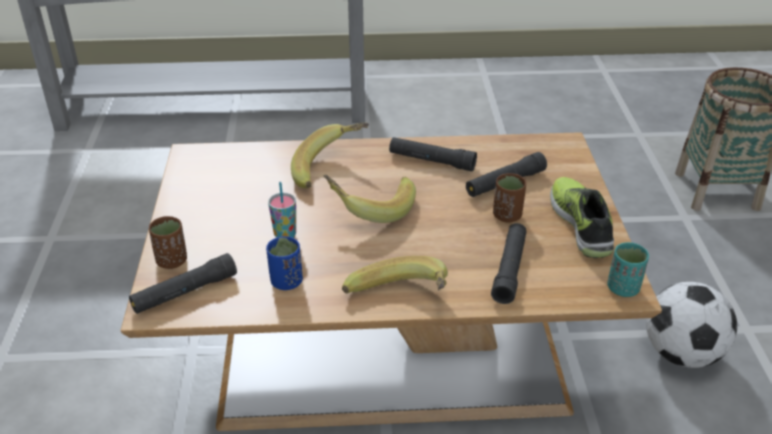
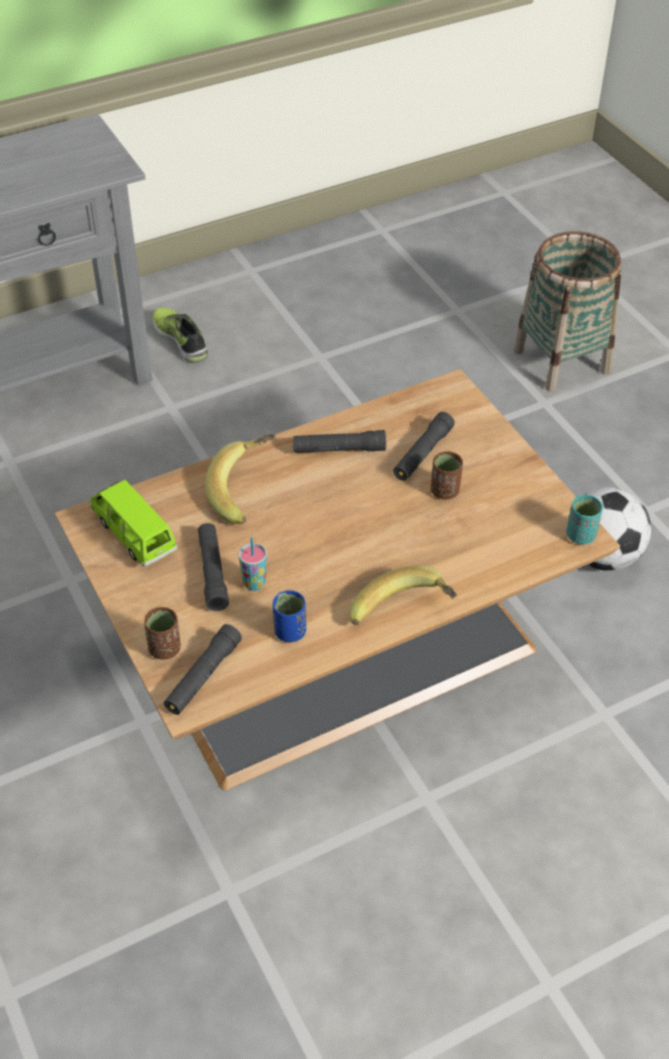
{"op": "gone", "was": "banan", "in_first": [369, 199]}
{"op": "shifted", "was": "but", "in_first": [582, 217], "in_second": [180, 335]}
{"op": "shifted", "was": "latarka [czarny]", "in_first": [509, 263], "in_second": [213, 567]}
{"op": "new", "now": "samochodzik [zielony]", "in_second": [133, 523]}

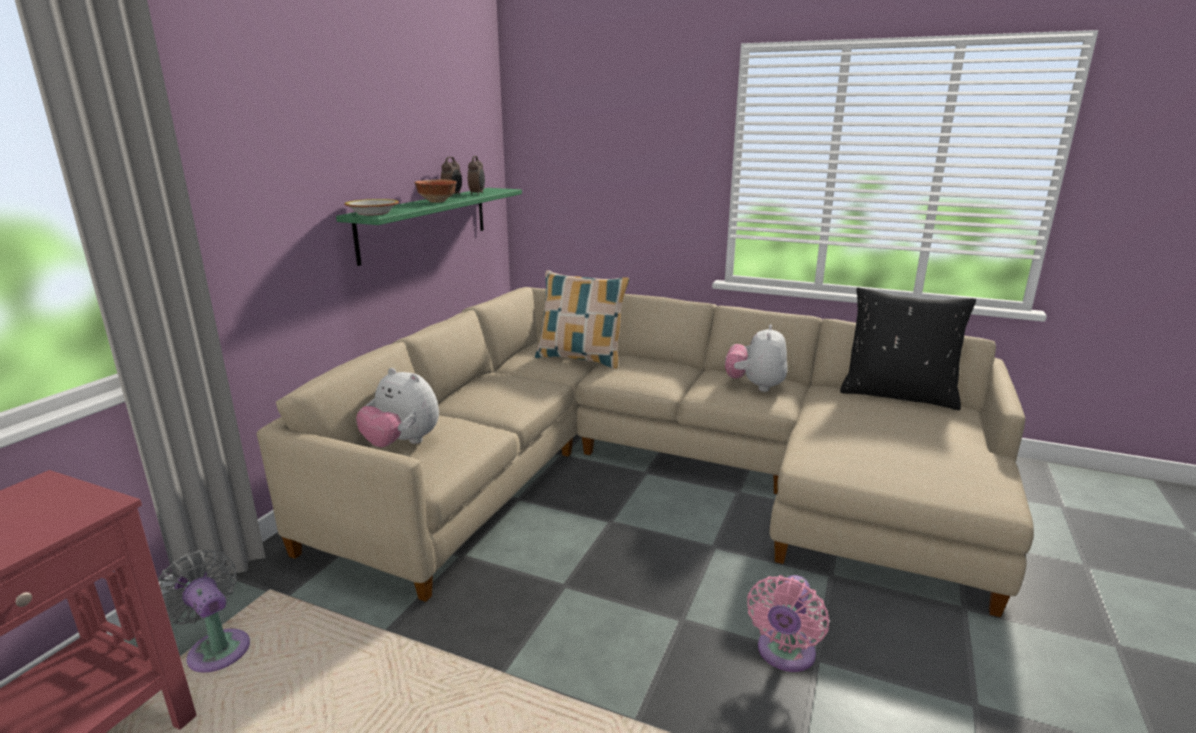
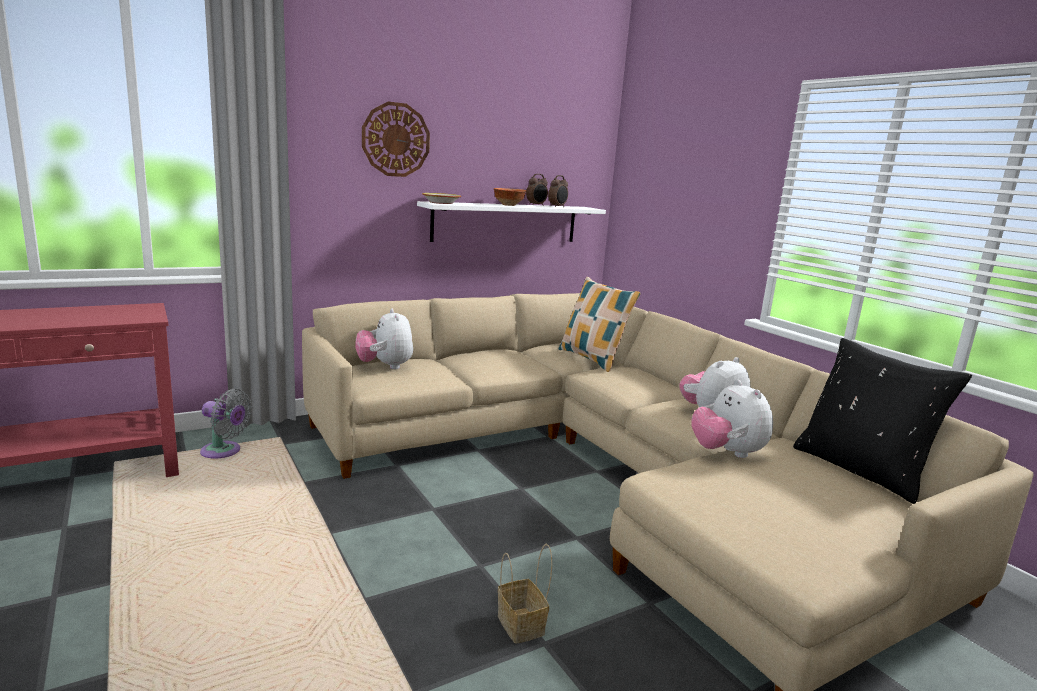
{"op": "repainted", "was": "półka [zielony]", "now": "półka [biały]", "in_first": [429, 227], "in_second": [511, 221]}
{"op": "rotated", "was": "wentylator [szary]", "in_first": [204, 611], "in_second": [226, 424], "clockwise": 120}
{"op": "swapped", "was": "wentylator [różowy]", "now": "koszyk", "in_first": [788, 623], "in_second": [525, 594]}
{"op": "new", "now": "zegar ścienny", "in_second": [396, 139]}
{"op": "new", "now": "pluszak", "in_second": [732, 419]}

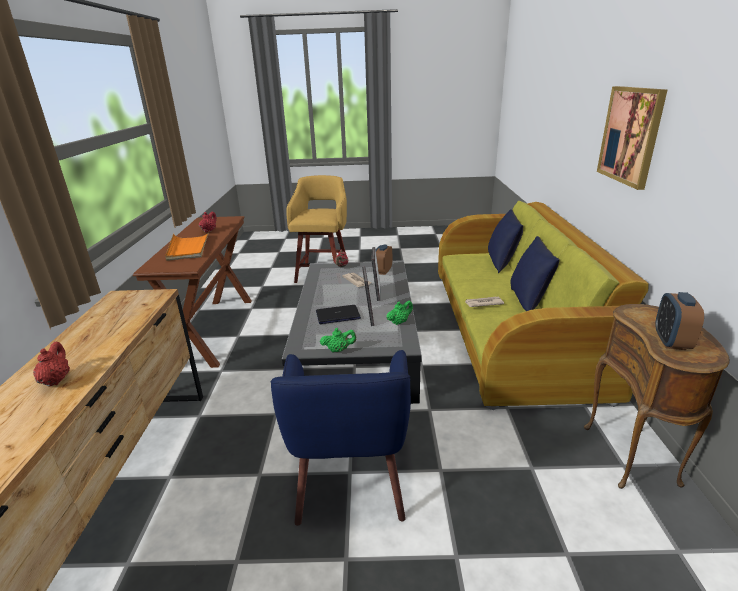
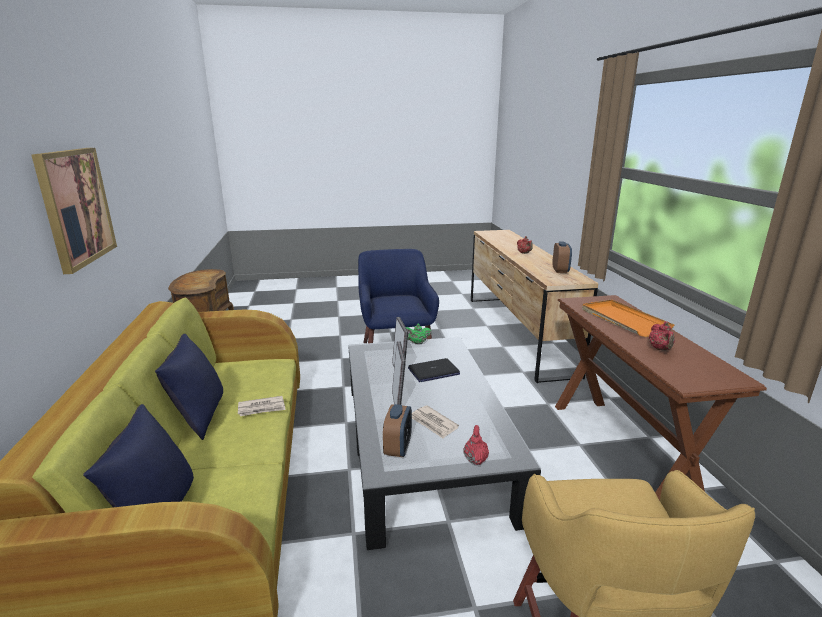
{"op": "shifted", "was": "budzik", "in_first": [679, 321], "in_second": [562, 257]}
{"op": "gone", "was": "imbryk [zielony]", "in_first": [399, 313]}

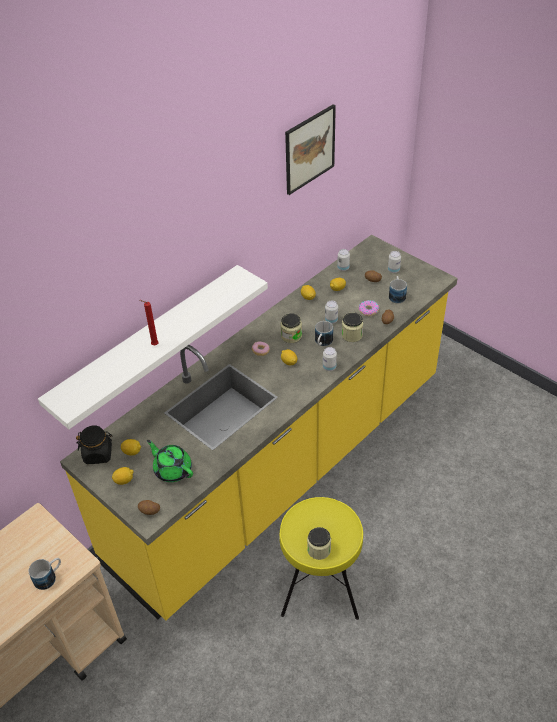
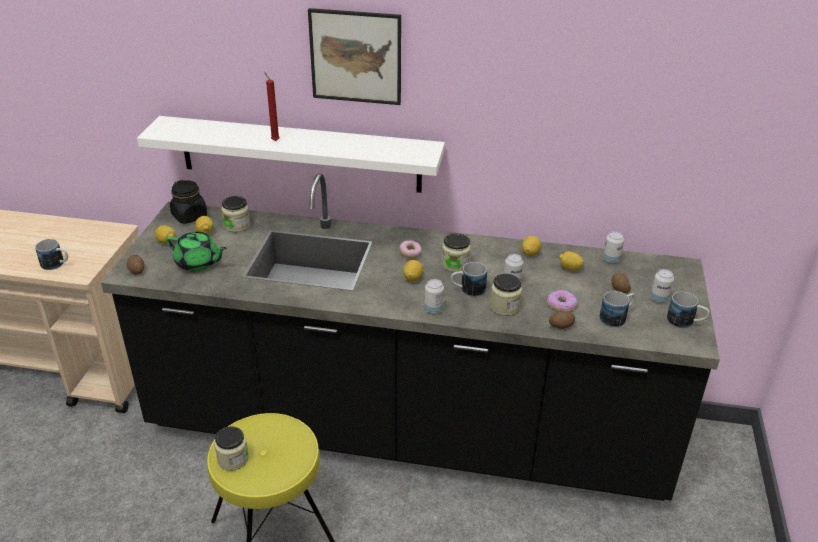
{"op": "shifted", "was": "obraz", "in_first": [310, 149], "in_second": [354, 56]}
{"op": "repainted", "was": "zabudowa kuchenna [żółty]", "now": "zabudowa kuchenna [czarny]", "in_first": [259, 428], "in_second": [410, 337]}
{"op": "rotated", "was": "imbryk [zielony]", "in_first": [170, 461], "in_second": [196, 252], "clockwise": 105}
{"op": "new", "now": "słoik", "in_second": [235, 214]}
{"op": "new", "now": "kubek", "in_second": [688, 310]}

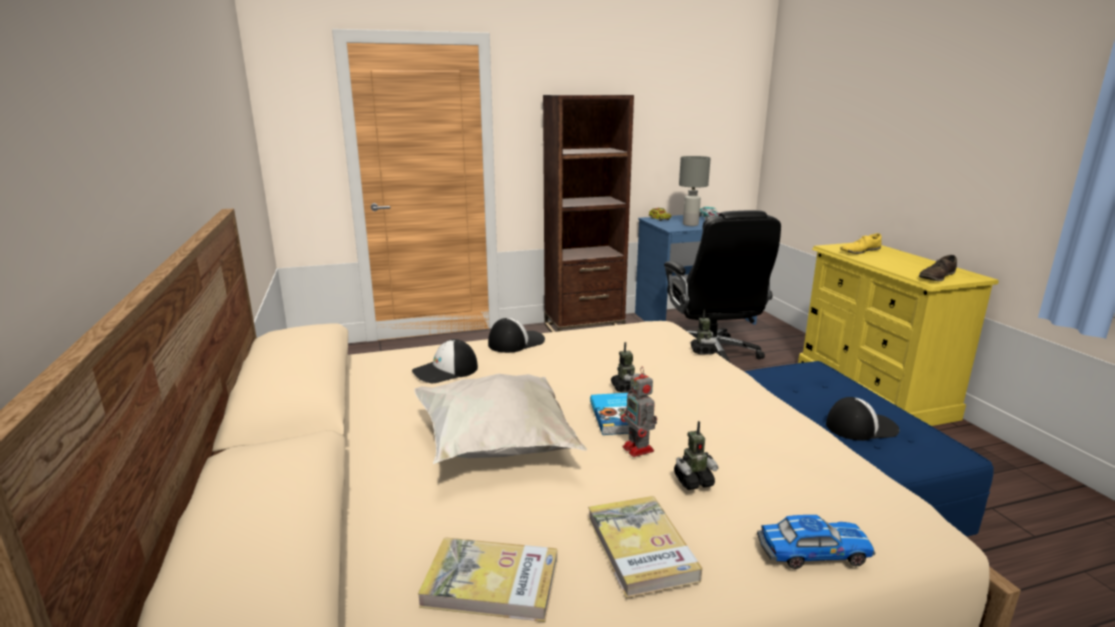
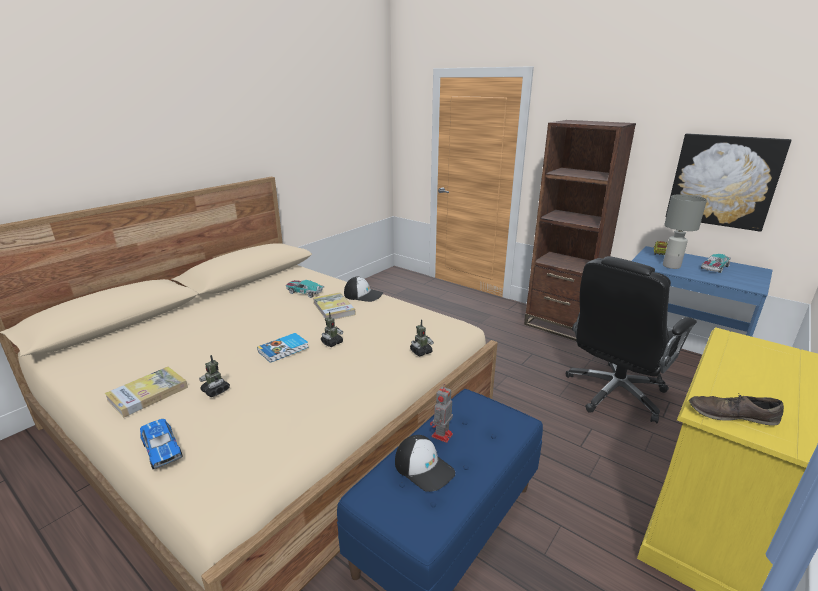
{"op": "gone", "was": "but [żółty]", "in_first": [861, 243]}
{"op": "swapped", "was": "czapka z daszkiem", "now": "samochodzik", "in_first": [445, 361], "in_second": [305, 289]}
{"op": "shifted", "was": "robot zabawkowy", "in_first": [639, 412], "in_second": [441, 414]}
{"op": "gone", "was": "poduszka [biały]", "in_first": [500, 419]}
{"op": "shifted", "was": "książka", "in_first": [487, 579], "in_second": [334, 306]}
{"op": "new", "now": "obraz", "in_second": [728, 182]}

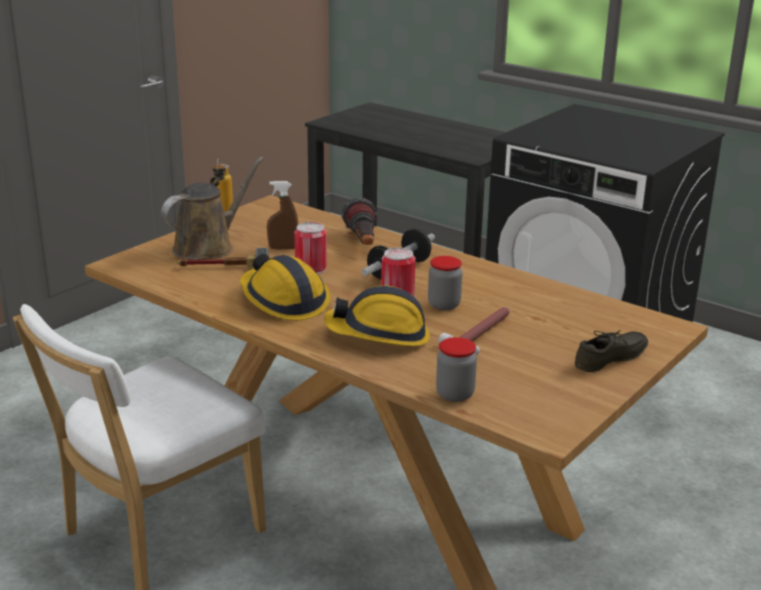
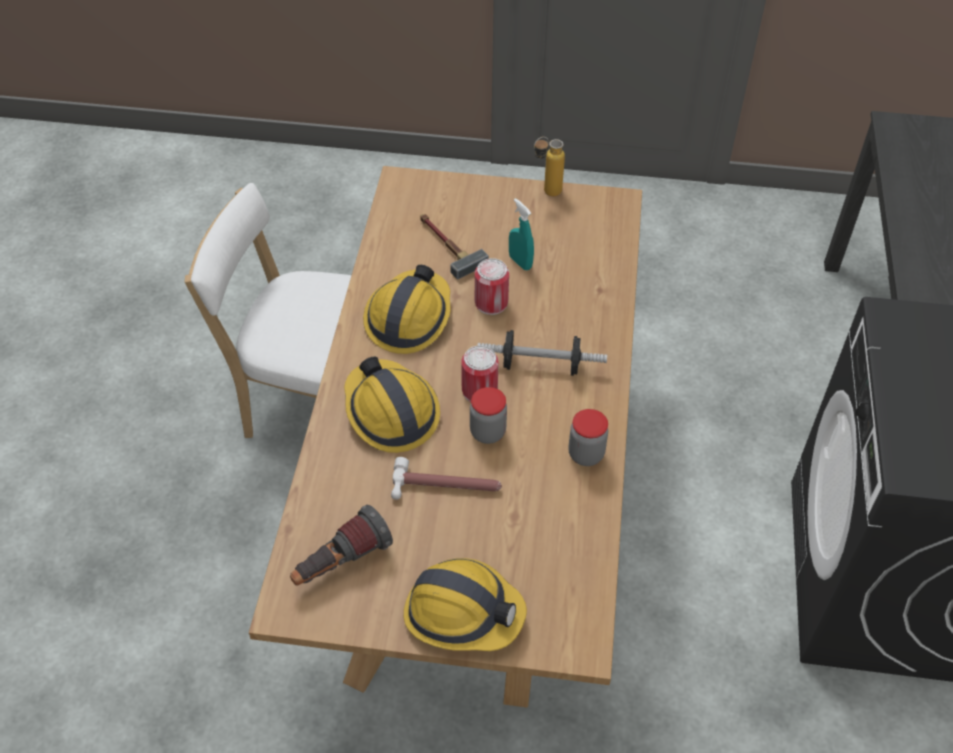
{"op": "gone", "was": "konewka [brązowy]", "in_first": [212, 208]}
{"op": "repainted", "was": "spryskiwacz [brązowy]", "now": "spryskiwacz [turkusowy]", "in_first": [282, 215], "in_second": [521, 234]}
{"op": "shifted", "was": "latarka", "in_first": [359, 221], "in_second": [341, 545]}
{"op": "swapped", "was": "but [szary]", "now": "kask", "in_first": [611, 351], "in_second": [465, 604]}
{"op": "shifted", "was": "słoik", "in_first": [456, 369], "in_second": [588, 437]}

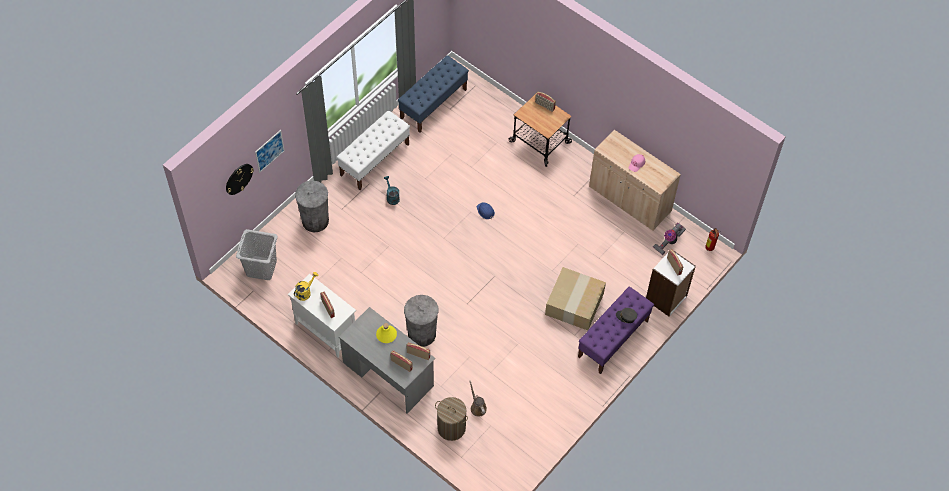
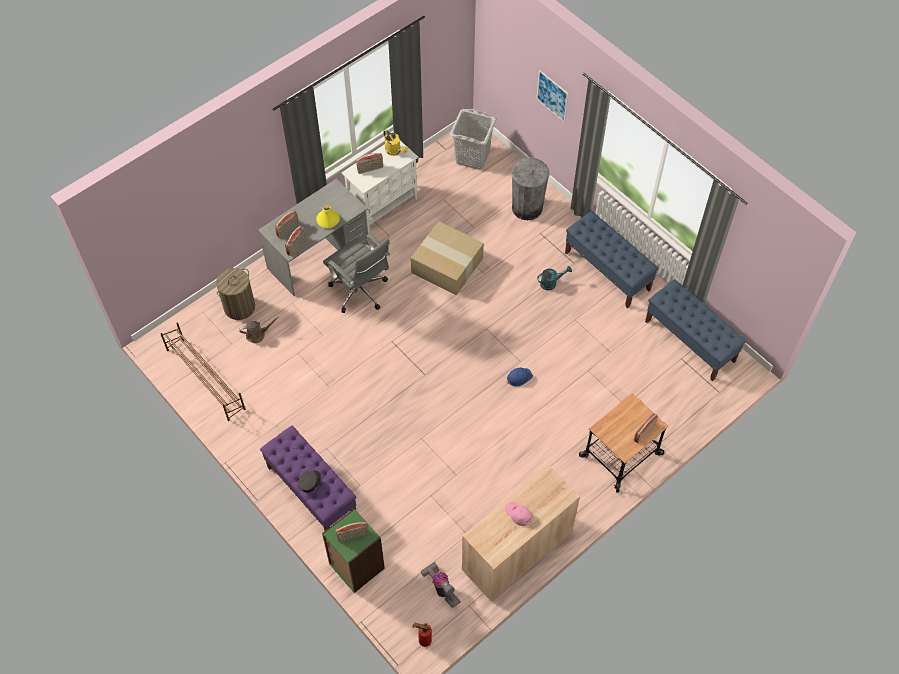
{"op": "repainted", "was": "ławka [biały]", "now": "ławka [niebieski]", "in_first": [373, 150], "in_second": [611, 260]}
{"op": "gone", "was": "zegar ścienny", "in_first": [240, 179]}
{"op": "repainted", "was": "regał [biały]", "now": "regał [zielony]", "in_first": [671, 283], "in_second": [353, 550]}
{"op": "shifted", "was": "karton", "in_first": [575, 298], "in_second": [447, 258]}
{"op": "swapped", "was": "kosz na śmieci [szary]", "now": "krzesło biurowe [szary]", "in_first": [421, 321], "in_second": [357, 273]}
{"op": "new", "now": "regał na buty [brązowy]", "in_second": [203, 371]}

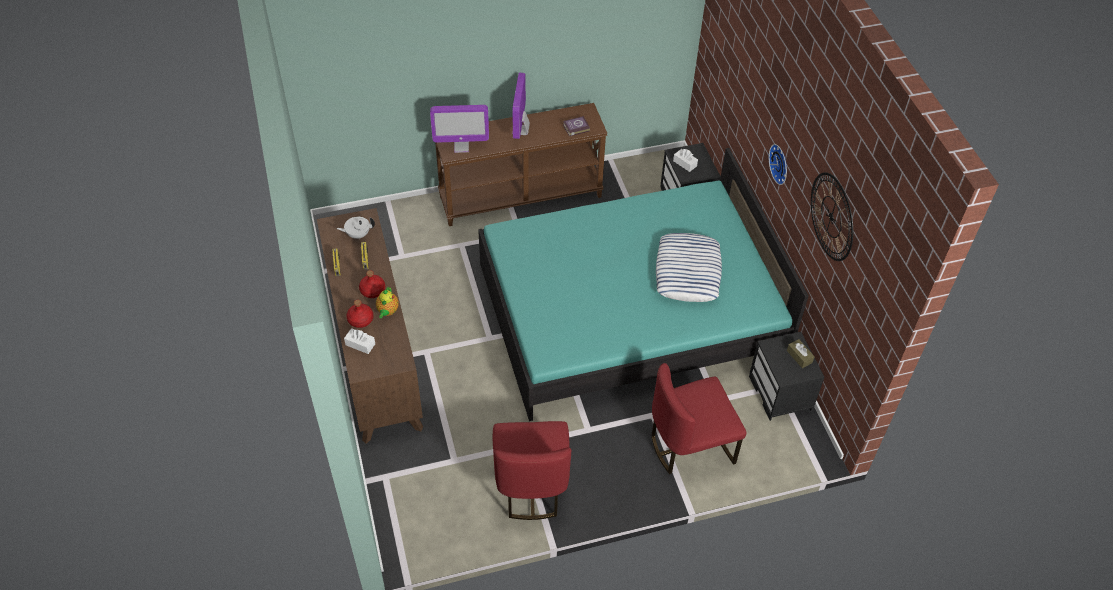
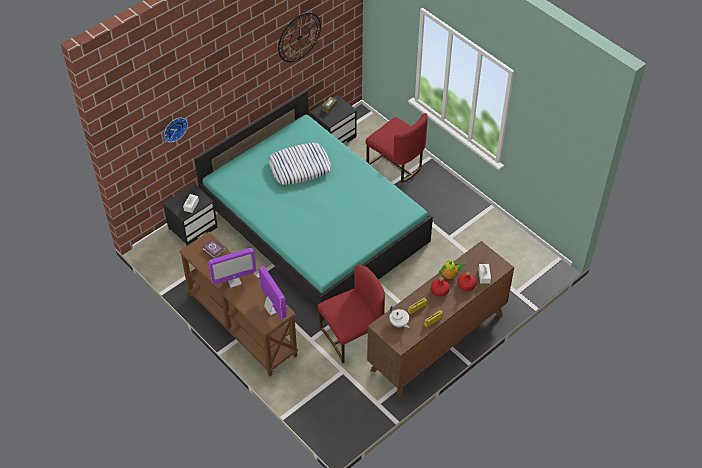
{"op": "shifted", "was": "zegar ścienny", "in_first": [778, 164], "in_second": [176, 130]}
{"op": "shifted", "was": "krzesło [czerwony]", "in_first": [532, 470], "in_second": [351, 314]}

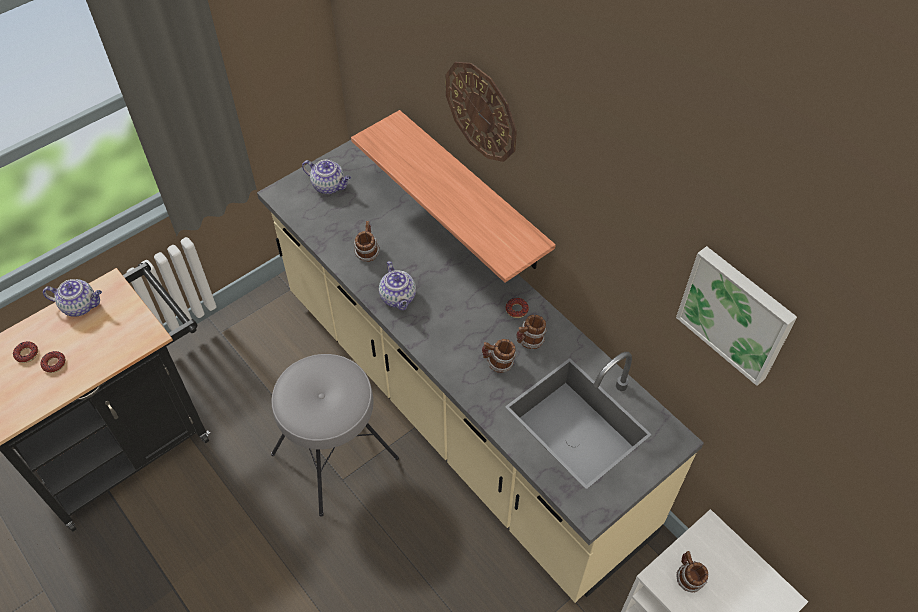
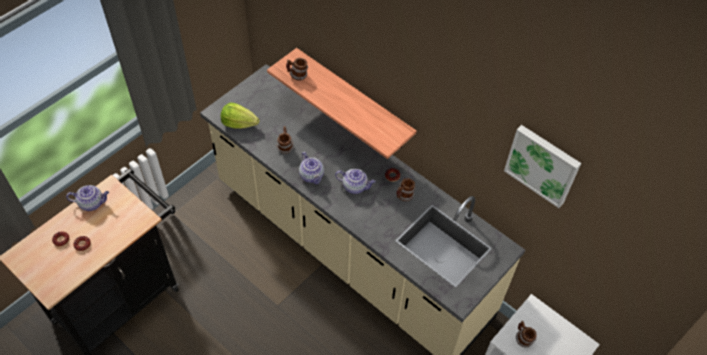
{"op": "gone", "was": "zegar ścienny", "in_first": [481, 112]}
{"op": "shifted", "was": "imbryk", "in_first": [326, 177], "in_second": [355, 181]}
{"op": "shifted", "was": "kubek", "in_first": [499, 356], "in_second": [297, 69]}
{"op": "gone", "was": "stołek [szary]", "in_first": [335, 435]}
{"op": "new", "now": "sałata", "in_second": [240, 116]}

